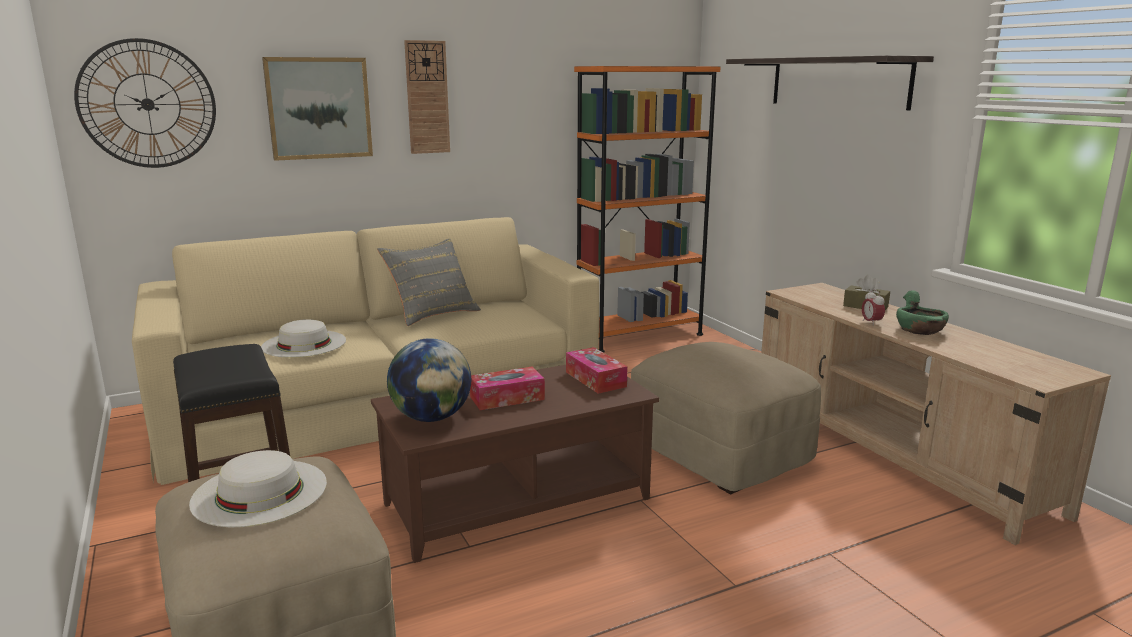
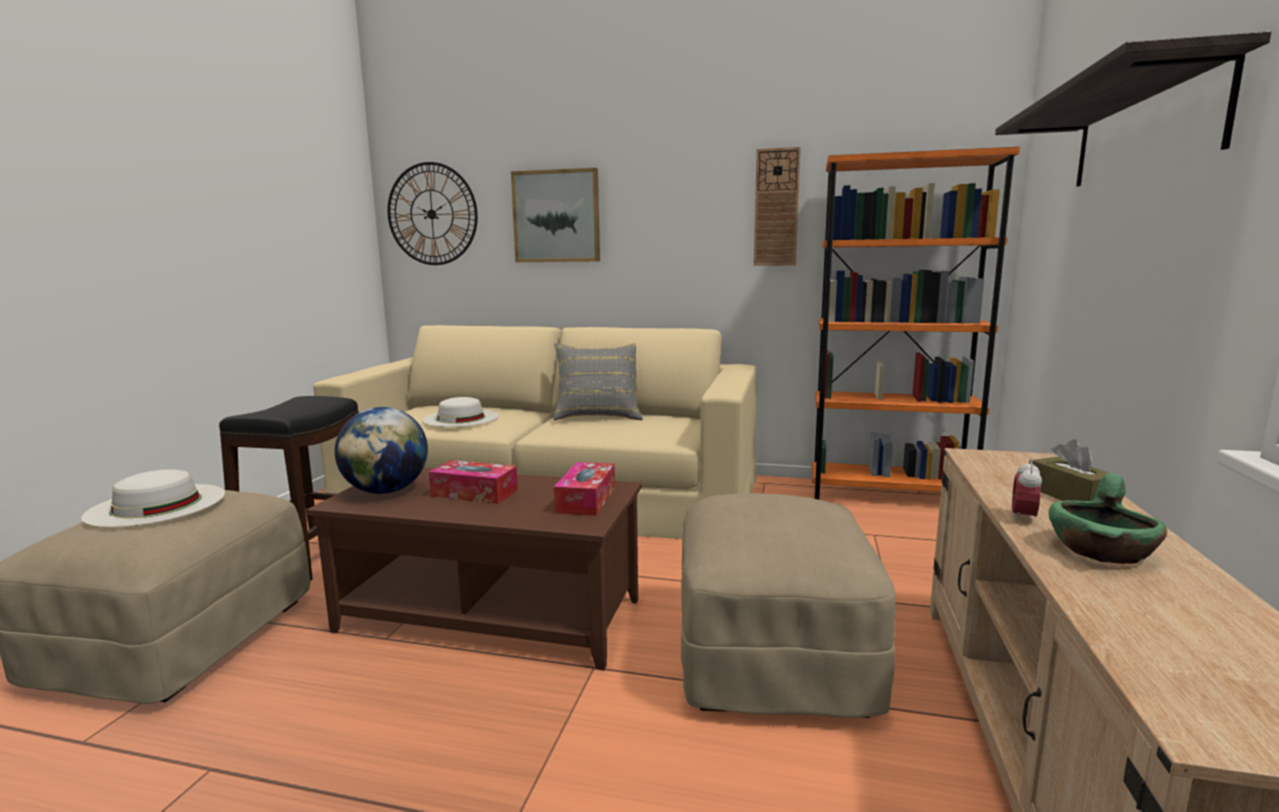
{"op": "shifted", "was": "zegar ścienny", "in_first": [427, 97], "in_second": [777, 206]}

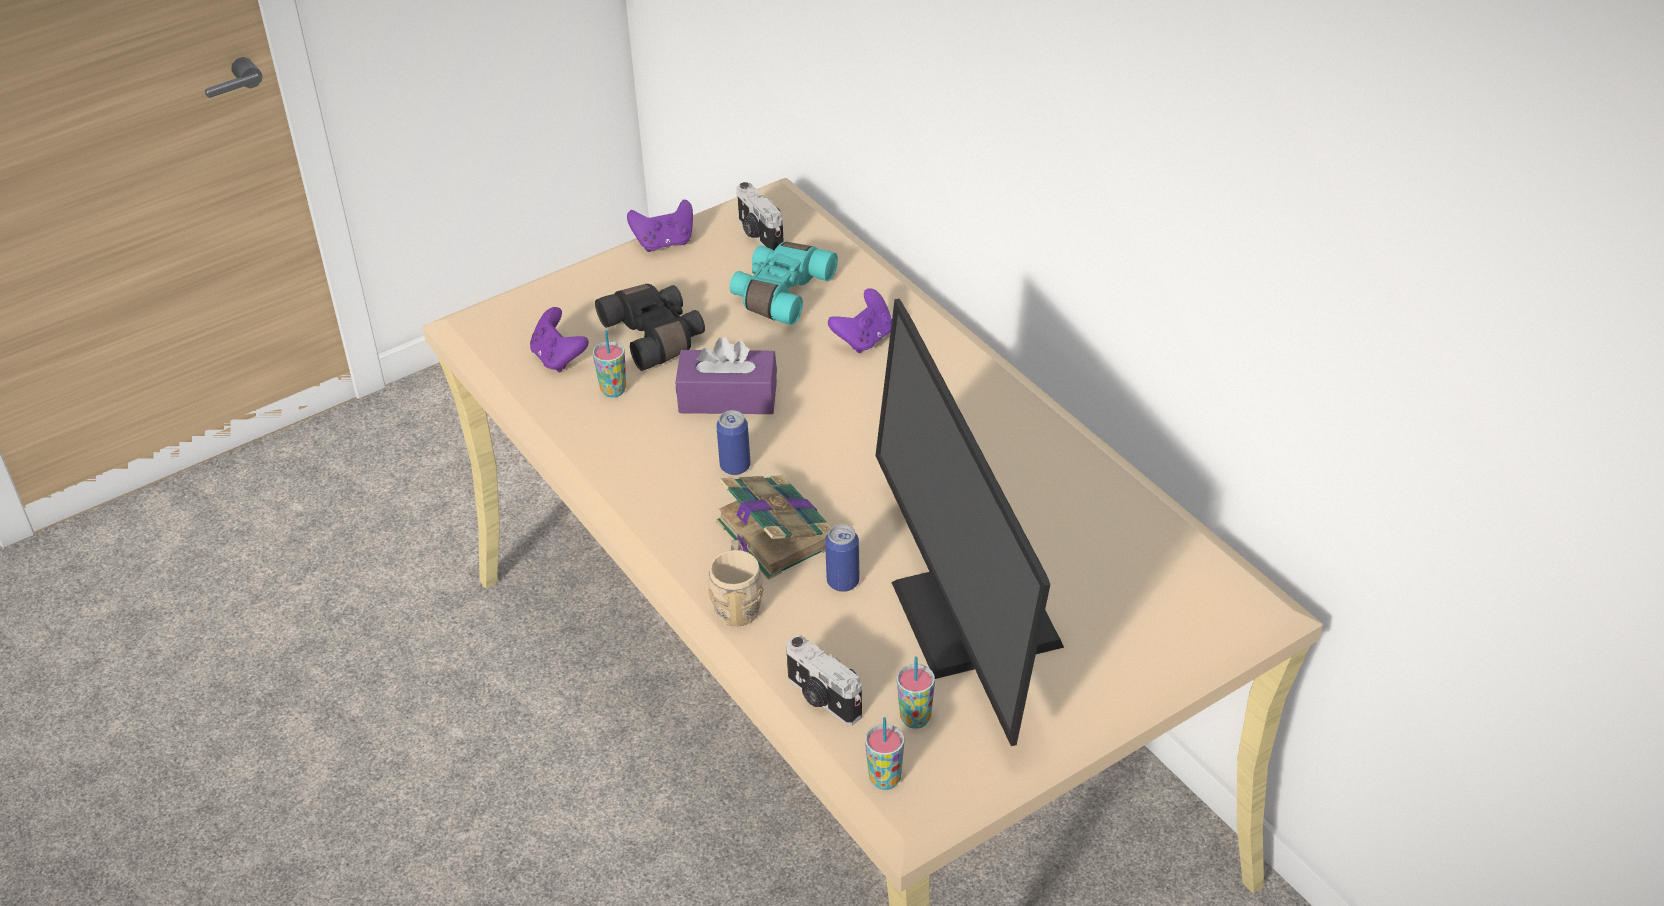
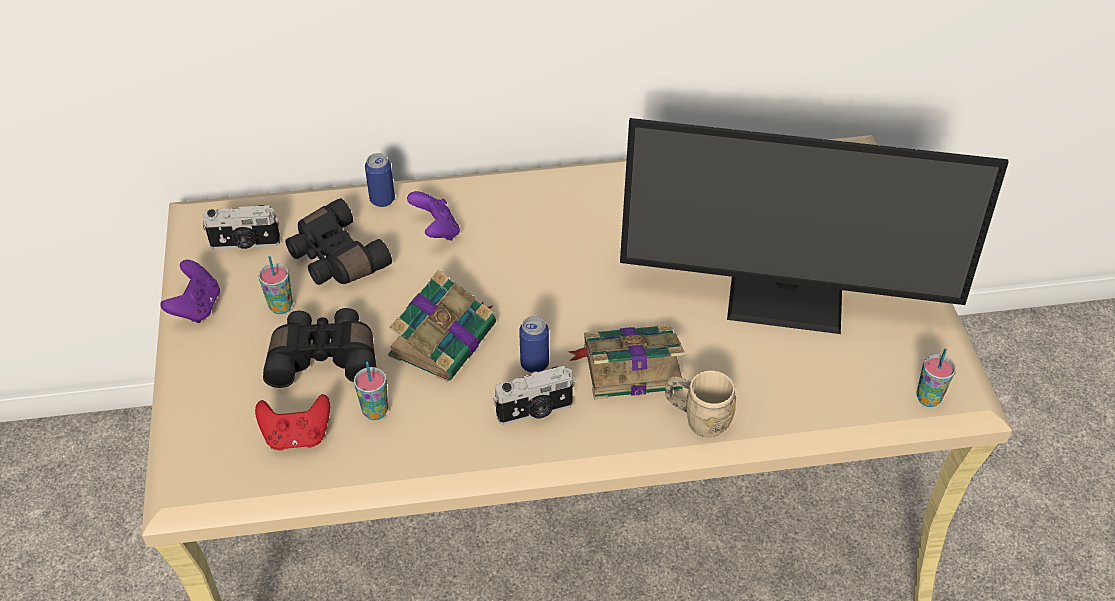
{"op": "repainted", "was": "lornetka [turkusowy]", "now": "lornetka [czarny]", "in_first": [784, 283], "in_second": [338, 241]}
{"op": "repainted", "was": "pad do gier [fioletowy]", "now": "pad do gier [czerwony]", "in_first": [559, 340], "in_second": [292, 422]}
{"op": "swapped", "was": "pudełko chusteczek [fioletowy]", "now": "książka", "in_first": [726, 375], "in_second": [442, 325]}
{"op": "shifted", "was": "puszka", "in_first": [842, 558], "in_second": [380, 180]}
{"op": "shifted", "was": "aparat fotograficzny", "in_first": [824, 680], "in_second": [534, 395]}
{"op": "shifted", "was": "filiżanka", "in_first": [916, 692], "in_second": [275, 285]}

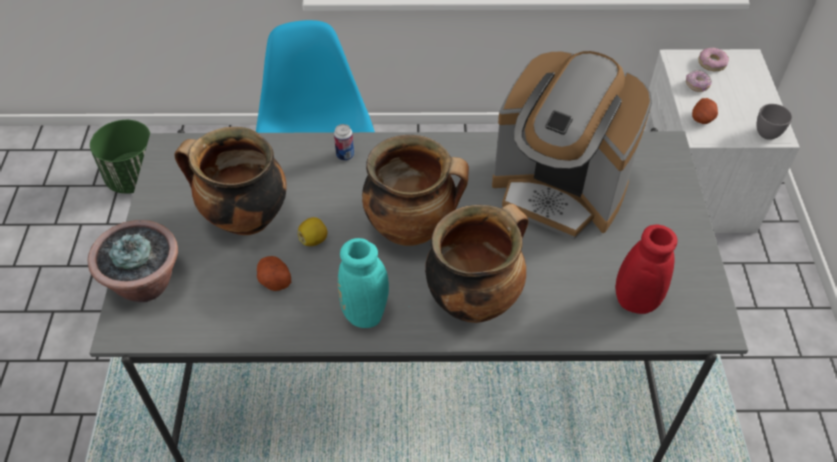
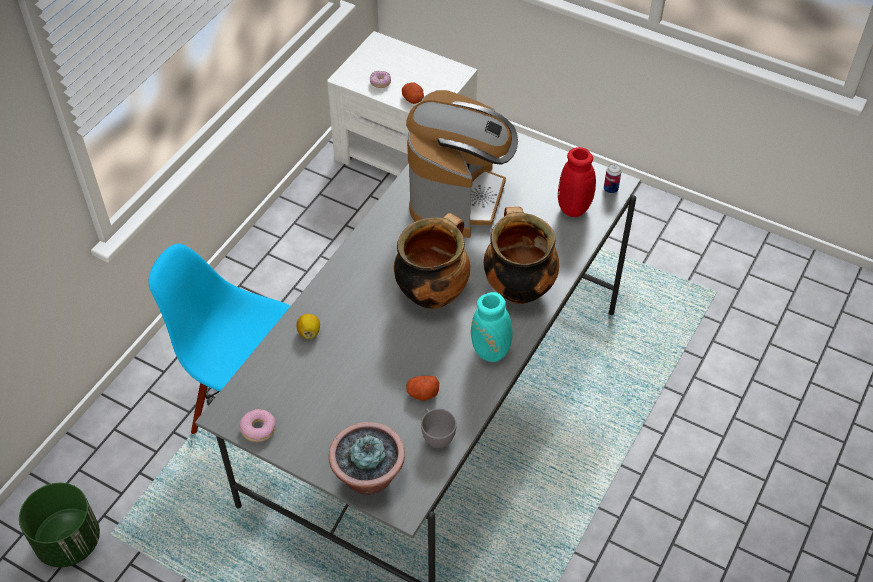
{"op": "shifted", "was": "donut", "in_first": [713, 60], "in_second": [258, 425]}
{"op": "rotated", "was": "ekspres do kawy", "in_first": [572, 145], "in_second": [462, 164], "clockwise": -45}
{"op": "shifted", "was": "filiżanka [szary]", "in_first": [774, 122], "in_second": [439, 428]}
{"op": "shifted", "was": "puszka", "in_first": [344, 142], "in_second": [613, 178]}
{"op": "gone", "was": "garnek", "in_first": [231, 181]}
{"op": "shifted", "was": "cytryna", "in_first": [312, 231], "in_second": [308, 326]}

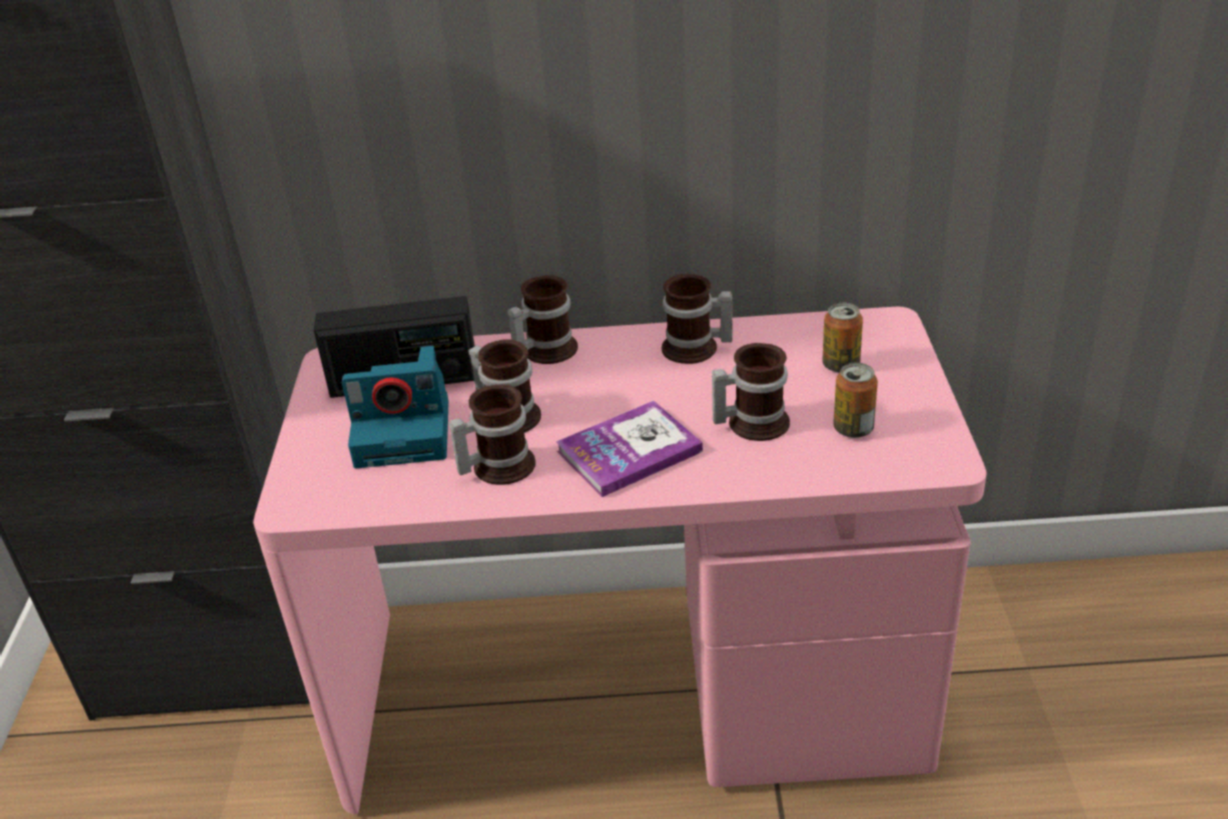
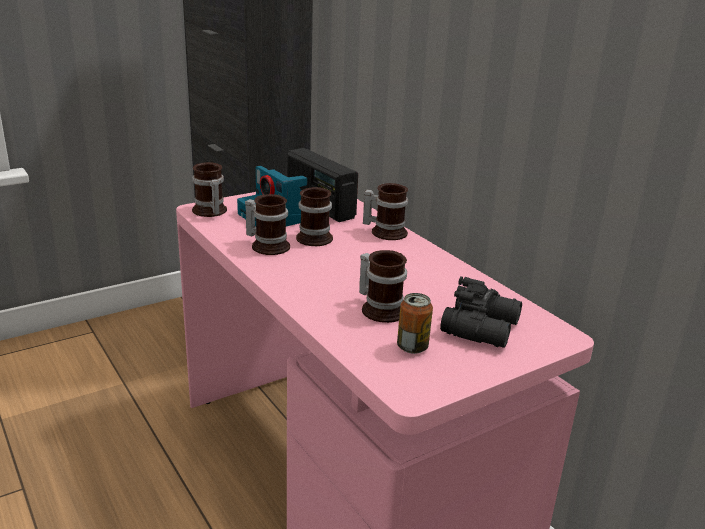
{"op": "shifted", "was": "kubek", "in_first": [697, 319], "in_second": [209, 189]}
{"op": "swapped", "was": "puszka", "now": "lornetka [czarny]", "in_first": [842, 337], "in_second": [481, 312]}
{"op": "gone", "was": "książka", "in_first": [629, 449]}

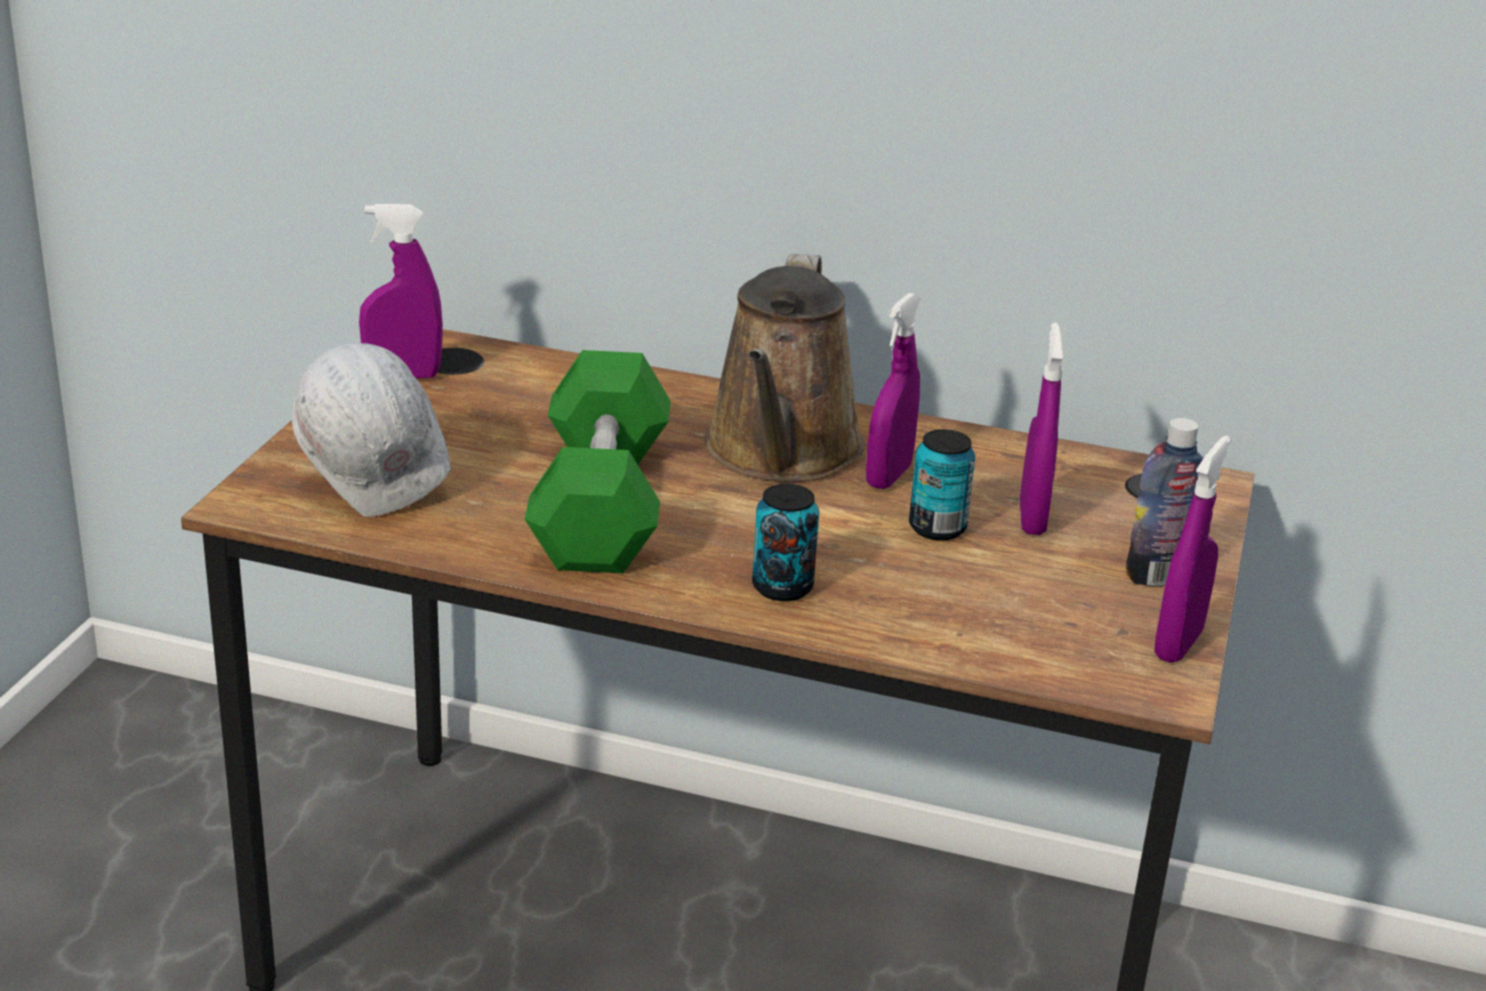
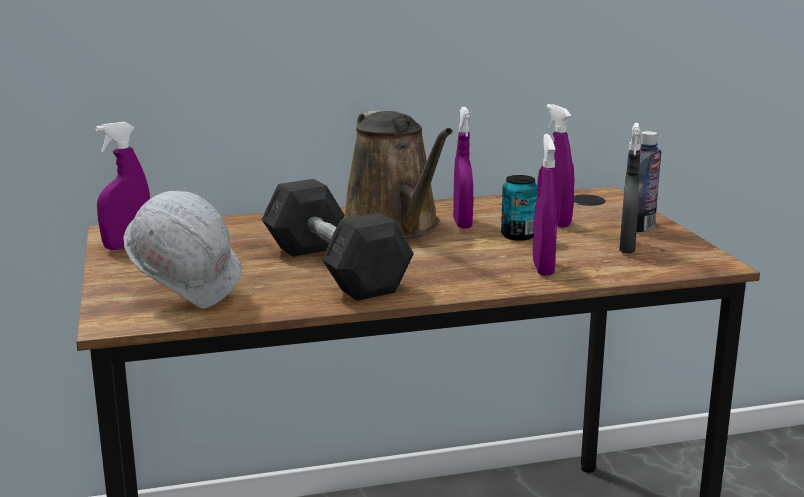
{"op": "repainted", "was": "hantel [zielony]", "now": "hantel [szary]", "in_first": [597, 461], "in_second": [337, 240]}
{"op": "shifted", "was": "spryskiwacz [fioletowy]", "in_first": [1192, 549], "in_second": [545, 205]}
{"op": "gone", "was": "puszka", "in_first": [785, 542]}
{"op": "new", "now": "spryskiwacz [szary]", "in_second": [630, 188]}

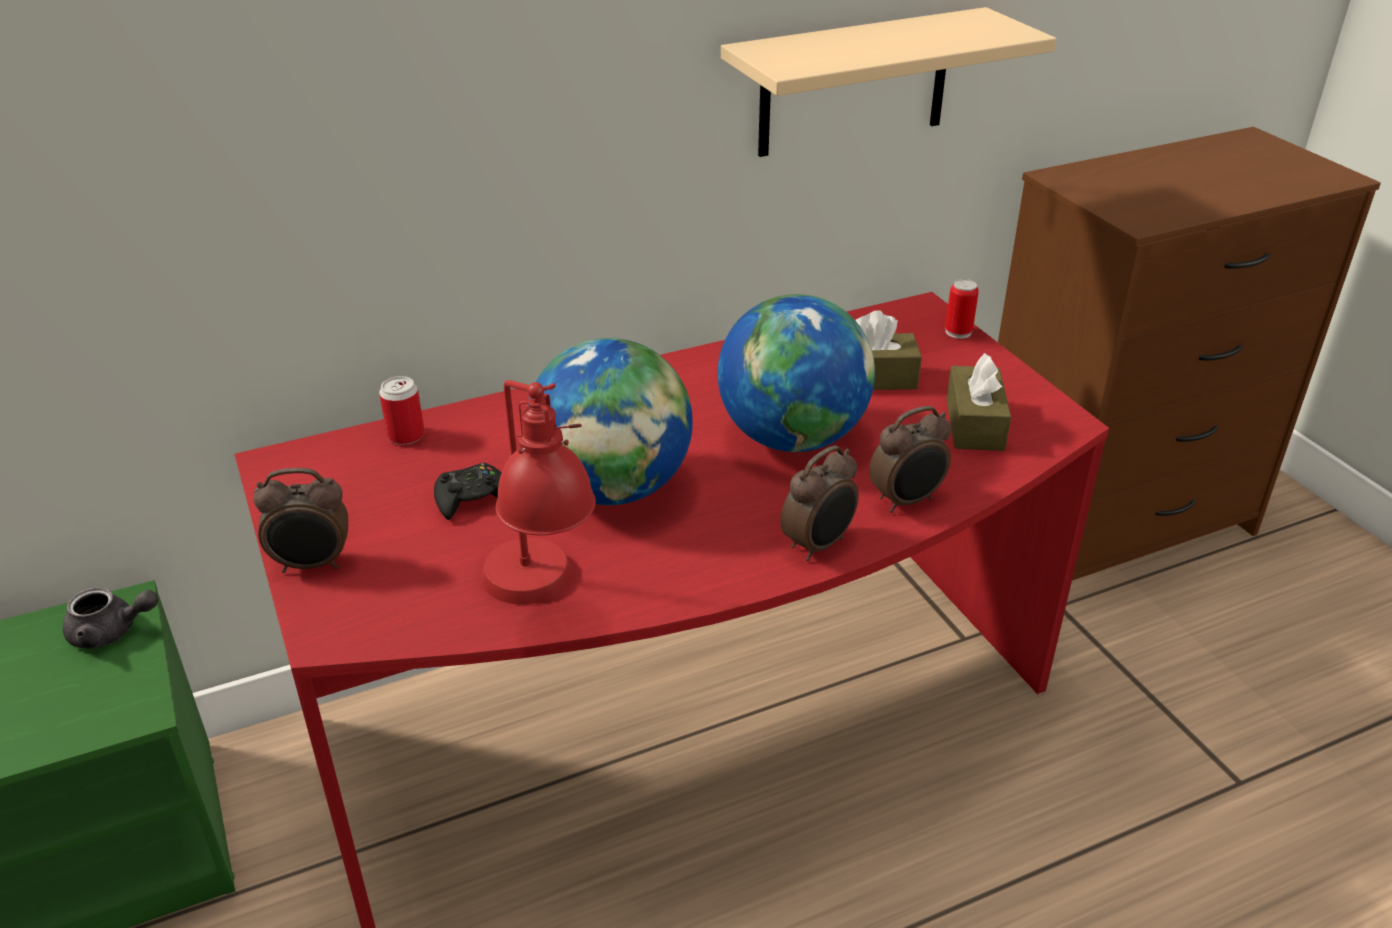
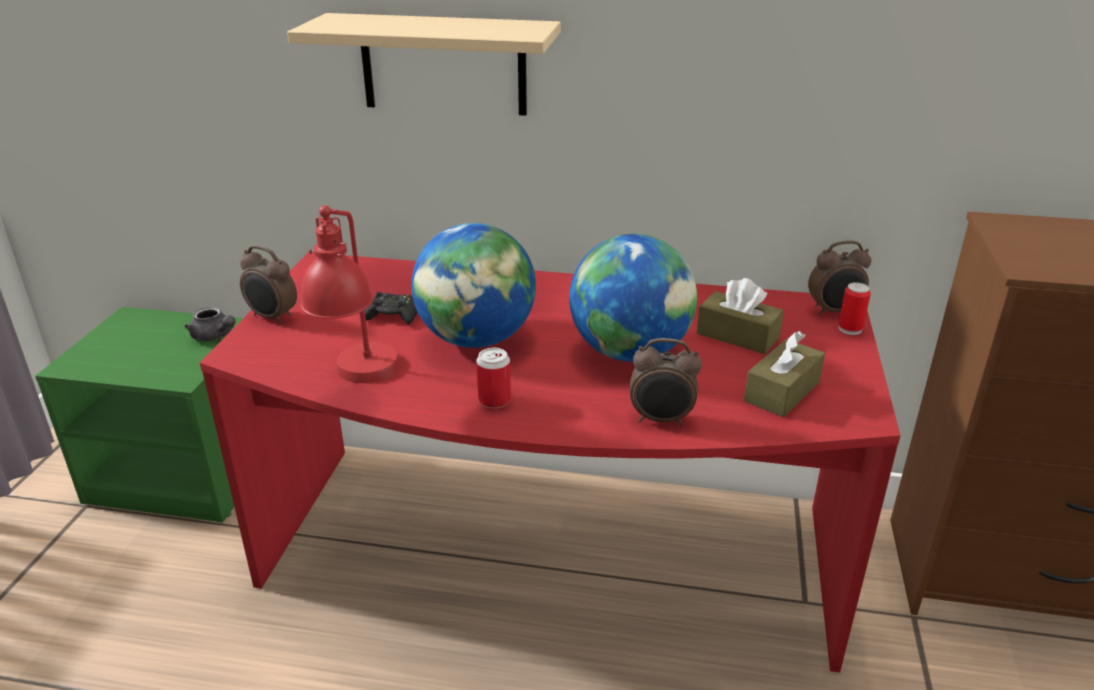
{"op": "shifted", "was": "półka [beżowy]", "in_first": [889, 82], "in_second": [424, 64]}
{"op": "shifted", "was": "puszka", "in_first": [401, 410], "in_second": [493, 378]}
{"op": "shifted", "was": "budzik", "in_first": [819, 503], "in_second": [839, 277]}

